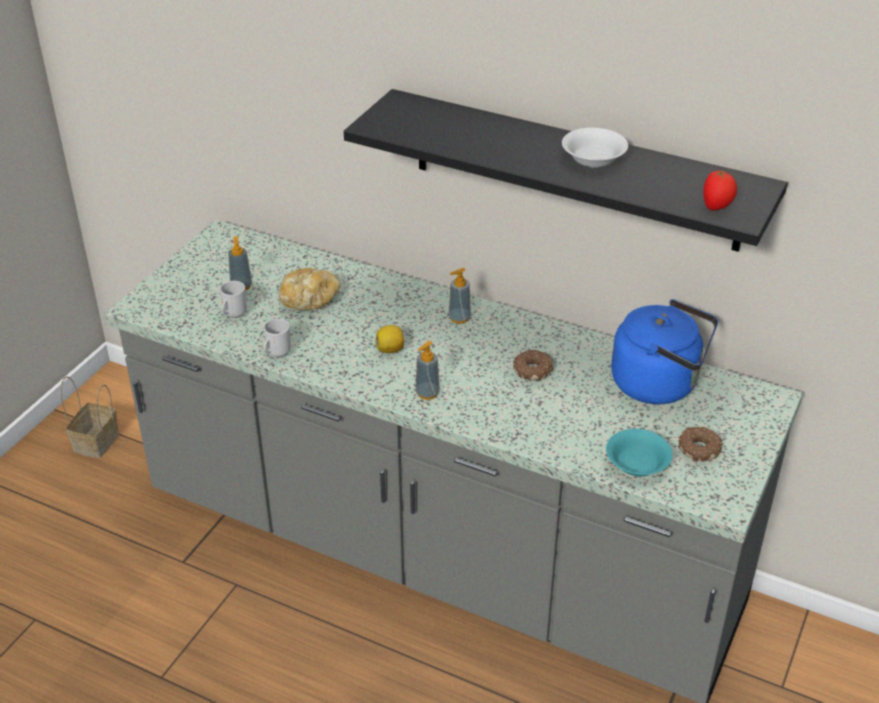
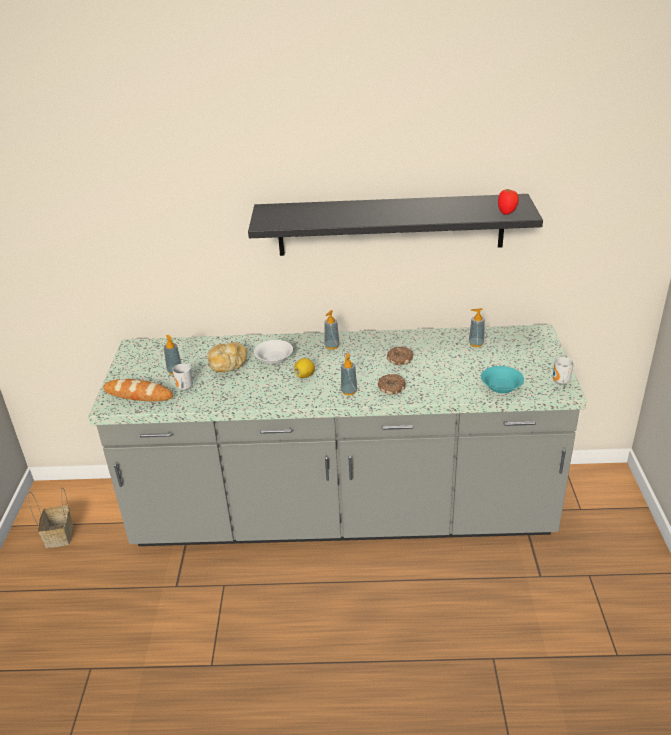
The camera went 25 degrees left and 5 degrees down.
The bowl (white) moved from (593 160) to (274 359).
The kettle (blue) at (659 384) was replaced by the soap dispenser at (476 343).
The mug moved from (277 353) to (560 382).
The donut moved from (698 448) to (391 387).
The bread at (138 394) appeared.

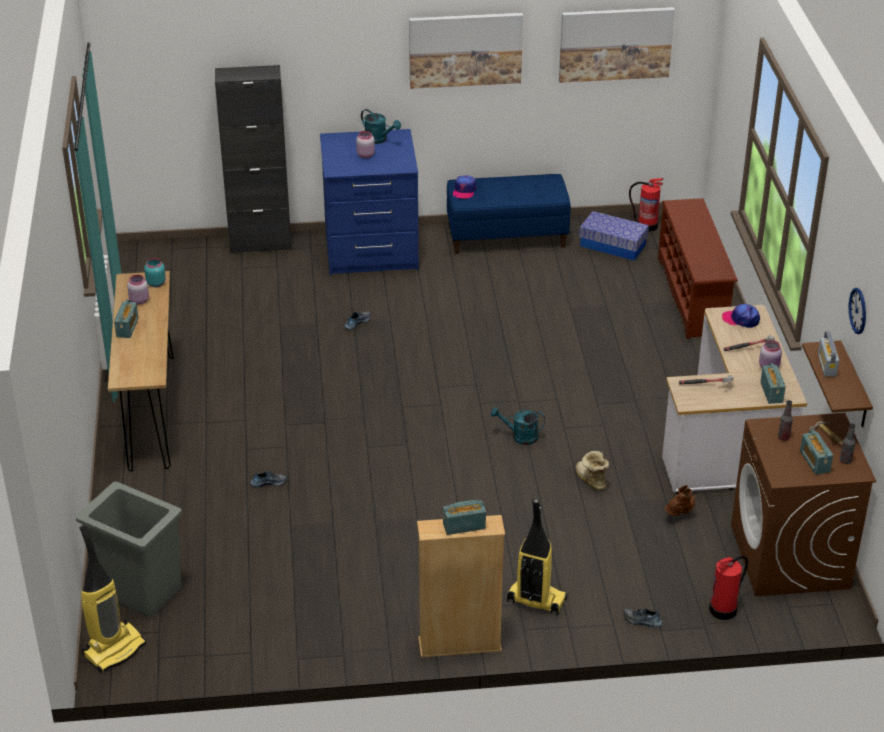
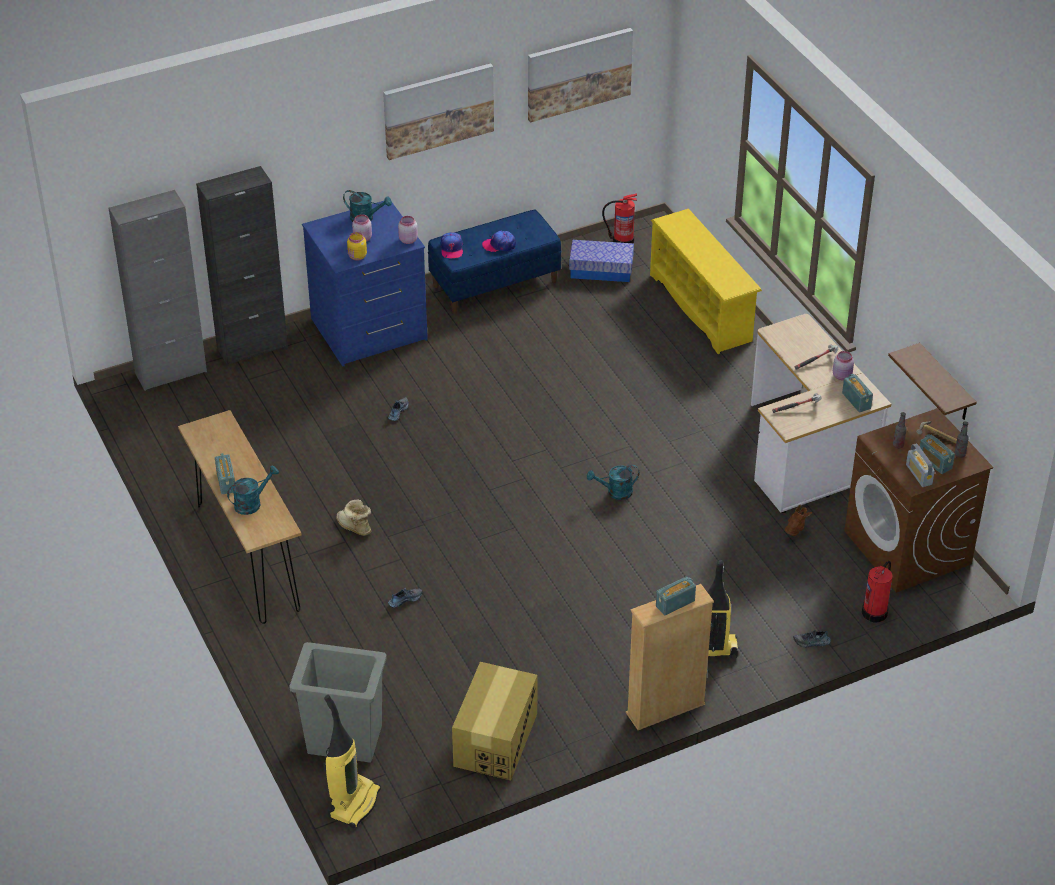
The camera went 20 degrees left and 5 degrees up.
The shoe rack (brown) at (693 296) became the shoe rack (yellow) at (702 308).
The jar (turquoise) at (156 283) disappeared.
The jar (pink) moved from (139 300) to (407 240).
The wall clock at (858 311) disappeared.
The cap moved from (741 319) to (499 245).
The radio moved from (827 365) to (919 475).
The boot moved from (590 480) to (354 528).
The cabinet (grey) at (171 372) appeared.
The jar (yellow) at (357 257) appeared.
The watering can (turquoise) at (252 503) appeared.
The cardboard box at (495 740) appeared.

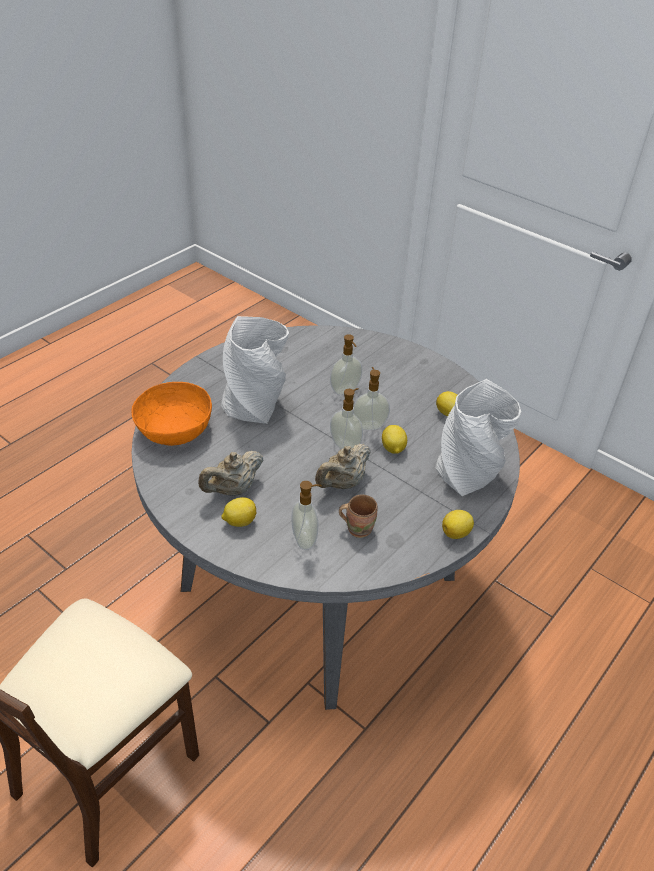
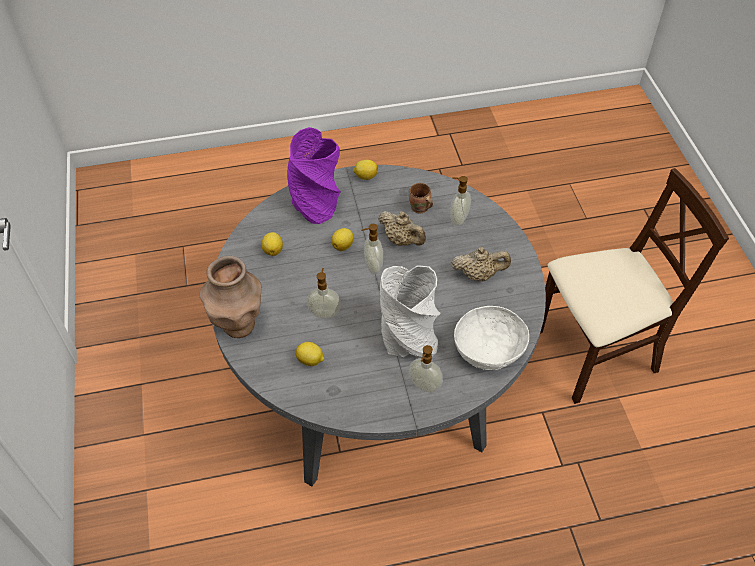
The camera went 140 degrees left and 10 degrees up.
The soap dispenser moved from (369 425) to (424 386).
The vase (grey) at (468 475) became the vase (purple) at (315 203).
The bowl (orange) at (174 430) became the bowl (white) at (488 349).
The teapot (beige) at (342 483) turned 45 degrees clockwise.
The lemon moved from (239 521) to (310 360).
The vase (brown) at (238 324) appeared.

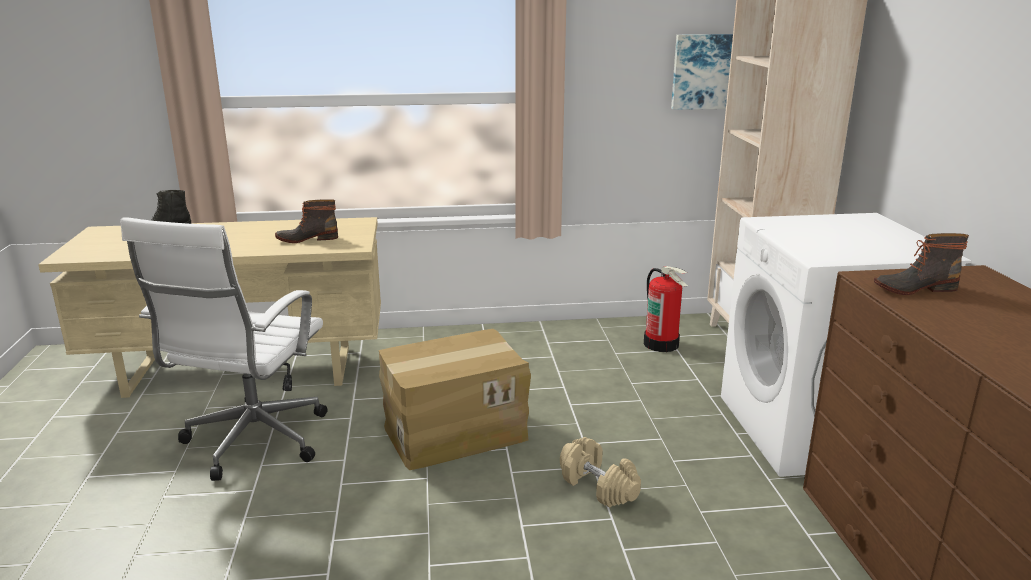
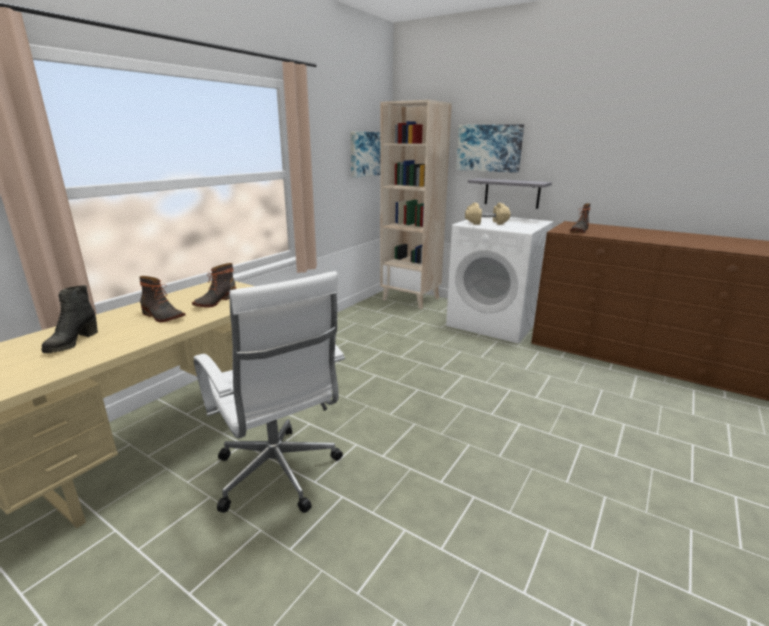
The camera went 50 degrees left and 0 degrees up.
The fire extinguisher at (662 344) disappeared.
The cardboard box at (454 432) disappeared.
The dumbbell (beige) moved from (599 486) to (486 223).
The picture at (489 148) appeared.
The shelf (grey) at (512 193) appeared.
The boot at (162 316) appeared.

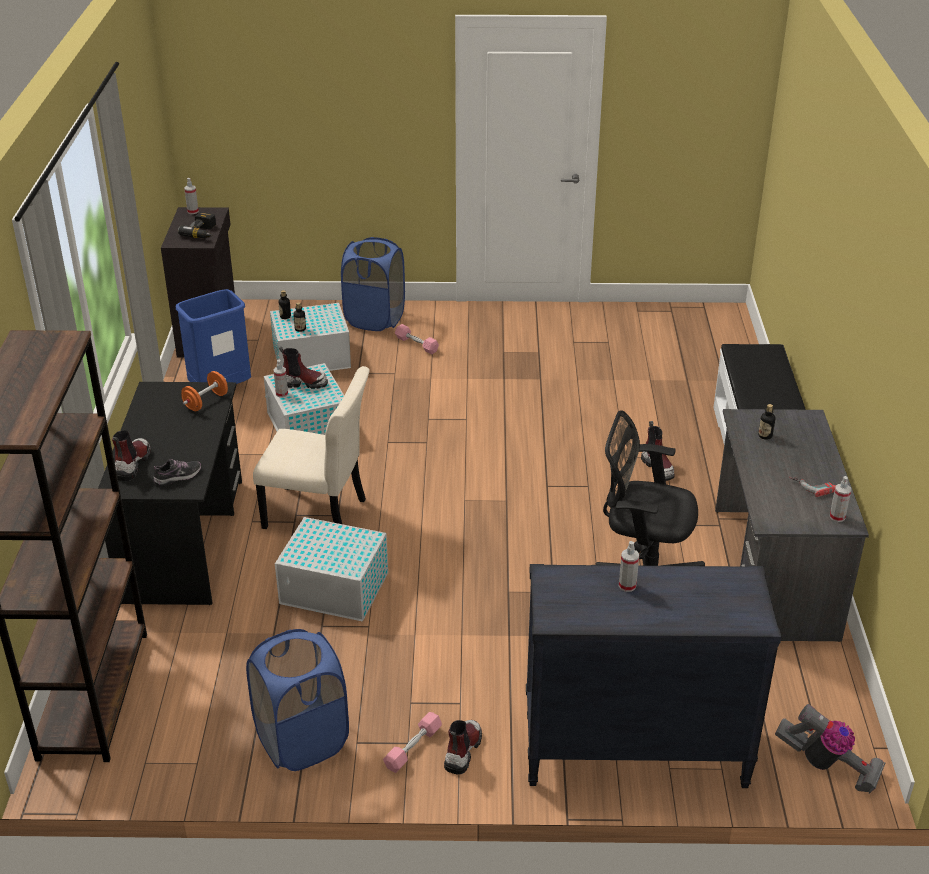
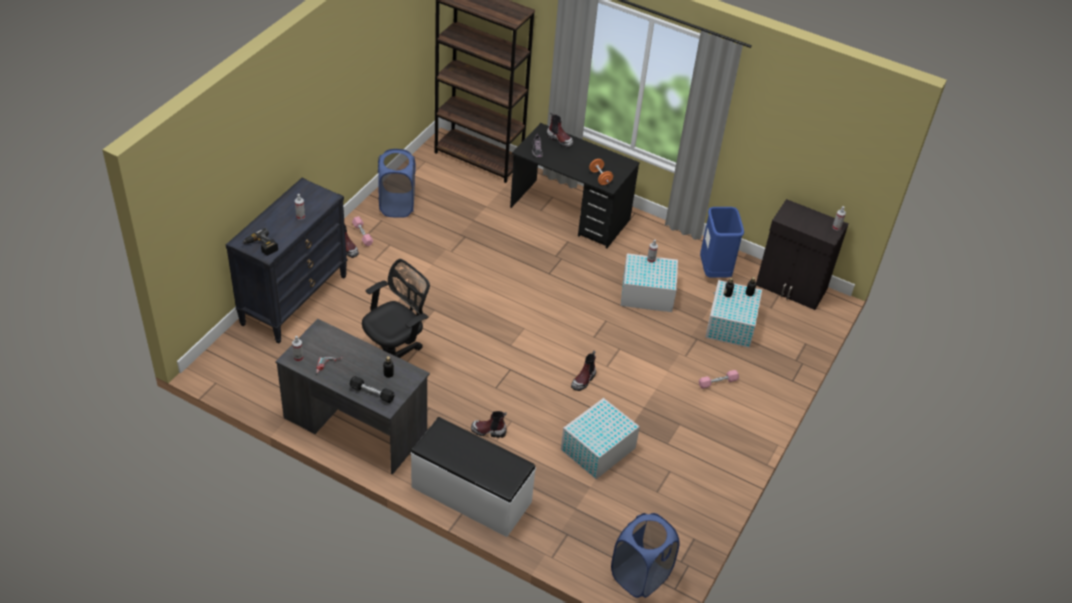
The camera went 115 degrees right and 10 degrees up.
The power drill moved from (203 232) to (260 246).
The laundry basket (blue) moved from (375 319) to (640 576).
The boot moved from (304 383) to (583 380).
The chair (beige) at (319 515) disappeared.
The storage box (white) moved from (335 589) to (597 449).
The vacuum cleaner at (827 765) disappeared.
The dumbbell (black) at (372 393) appeared.

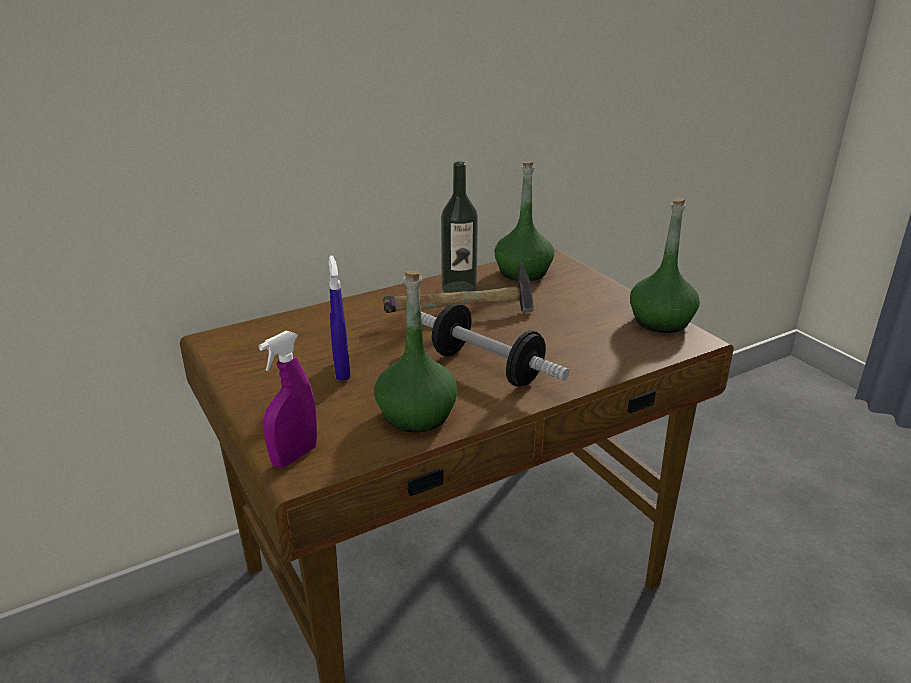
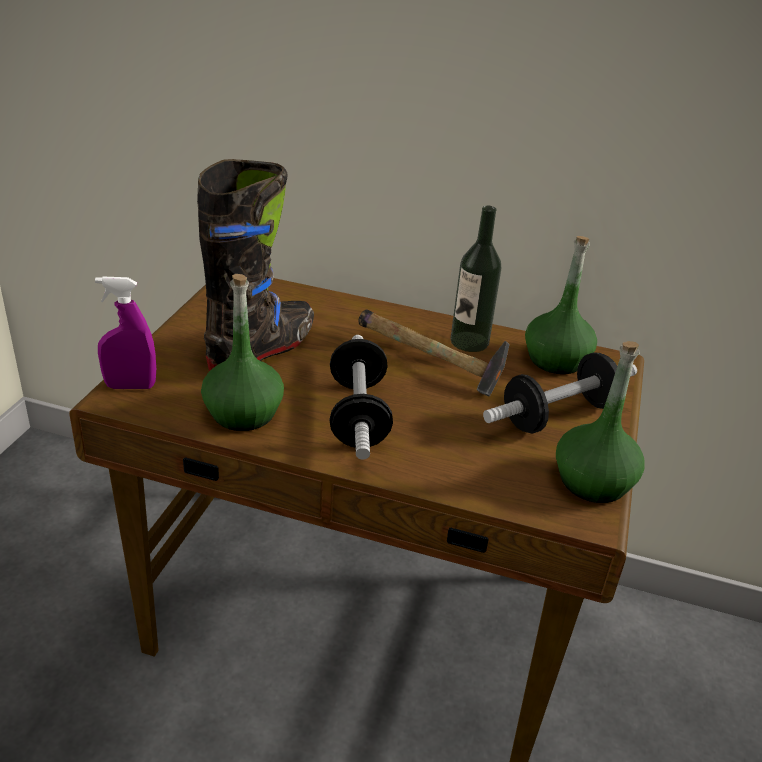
The camera went 45 degrees right and 5 degrees up.
The spray bottle (blue) at (341 370) was replaced by the boot (black) at (262 350).
The dumbbell at (558 415) appeared.

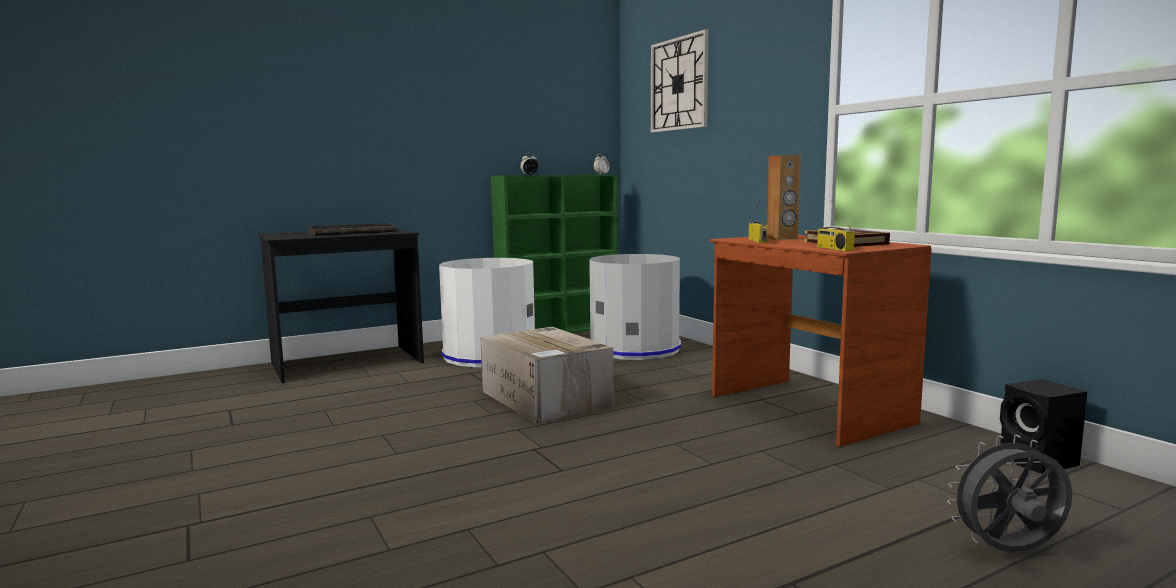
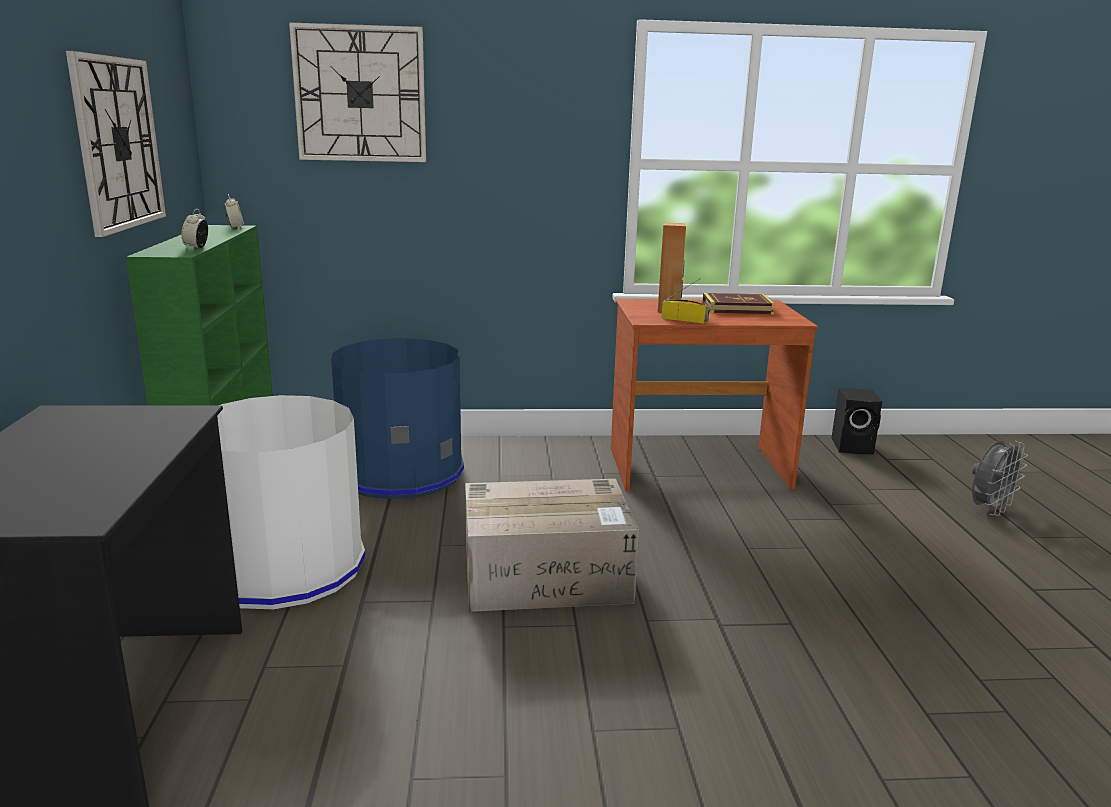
The camera went 65 degrees left and 10 degrees up.
The radio at (833 249) disappeared.
The keyboard at (353 232) disappeared.
The trash can (grey) at (635 348) became the trash can (blue) at (401 472).
The fan (grey) at (1008 552) turned 150 degrees counterclockwise.
The wall clock at (118 143) appeared.

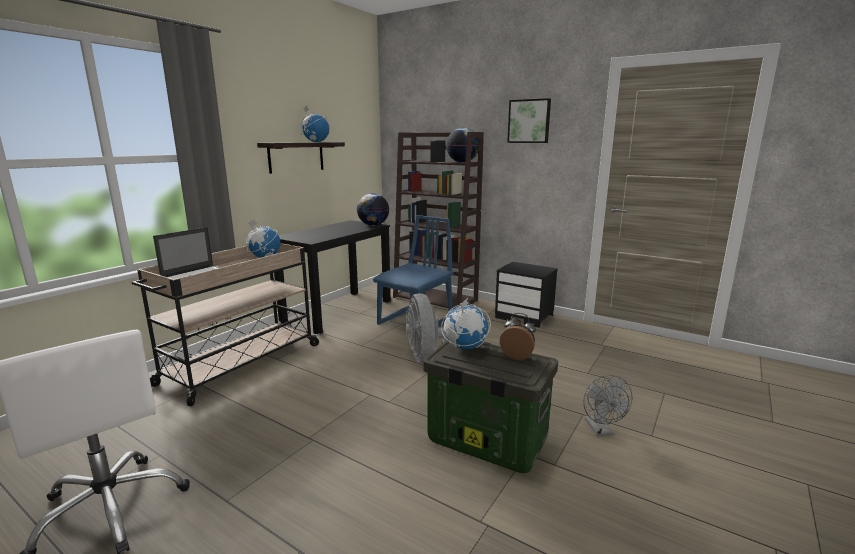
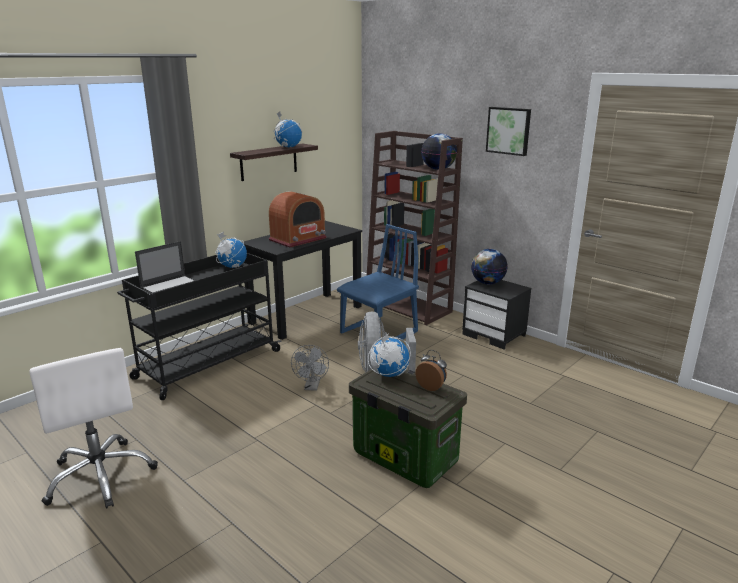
The camera went 10 degrees right and 5 degrees up.
The globe moved from (373 225) to (487 283).
The cart (beige) at (240 364) became the cart (black) at (207 365).
The fan (grey) moved from (601 430) to (312 387).
The radio at (298 239) appeared.

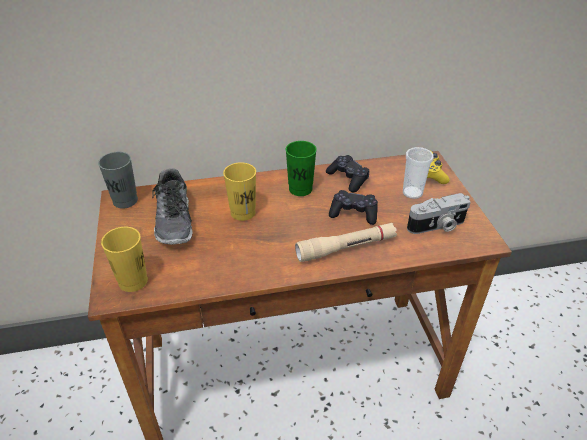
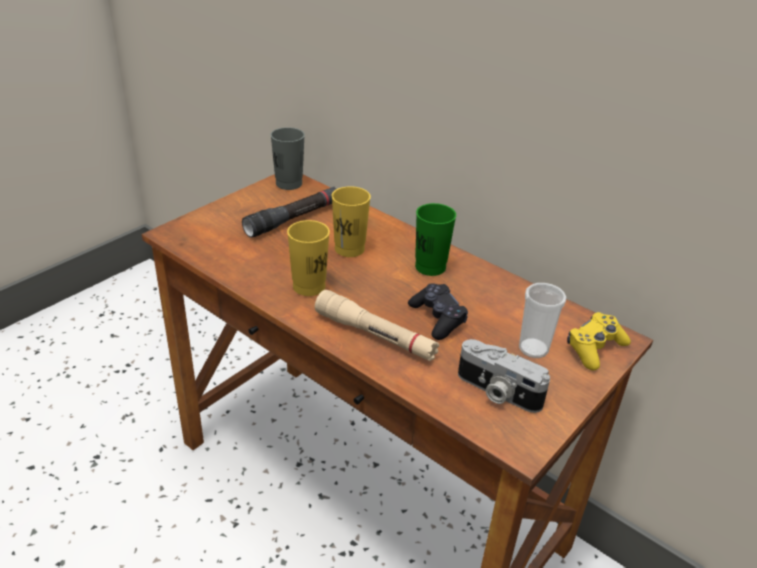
The camera went 50 degrees right and 5 degrees down.
The game controller (black) at (348 178) disappeared.
The shoe at (175 220) was replaced by the flashlight (black) at (294 219).
The cup (yellow) moved from (133 281) to (309 287).

